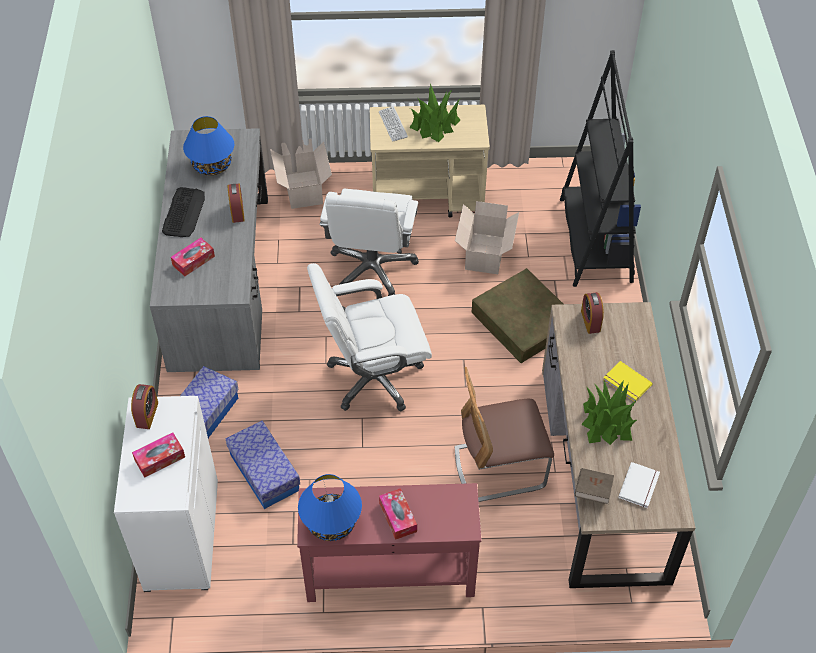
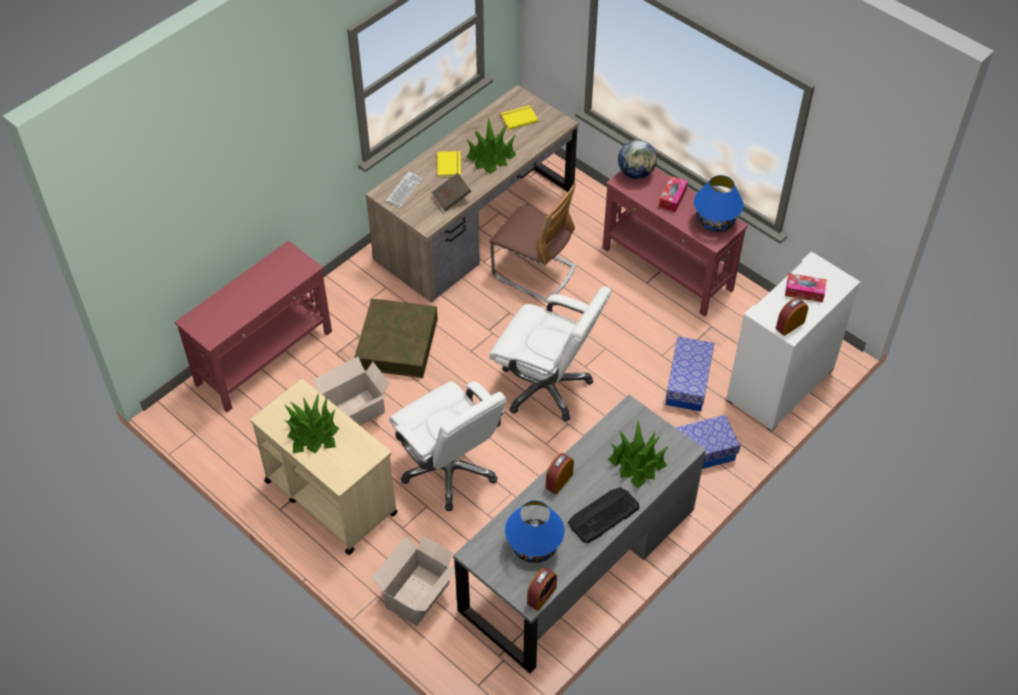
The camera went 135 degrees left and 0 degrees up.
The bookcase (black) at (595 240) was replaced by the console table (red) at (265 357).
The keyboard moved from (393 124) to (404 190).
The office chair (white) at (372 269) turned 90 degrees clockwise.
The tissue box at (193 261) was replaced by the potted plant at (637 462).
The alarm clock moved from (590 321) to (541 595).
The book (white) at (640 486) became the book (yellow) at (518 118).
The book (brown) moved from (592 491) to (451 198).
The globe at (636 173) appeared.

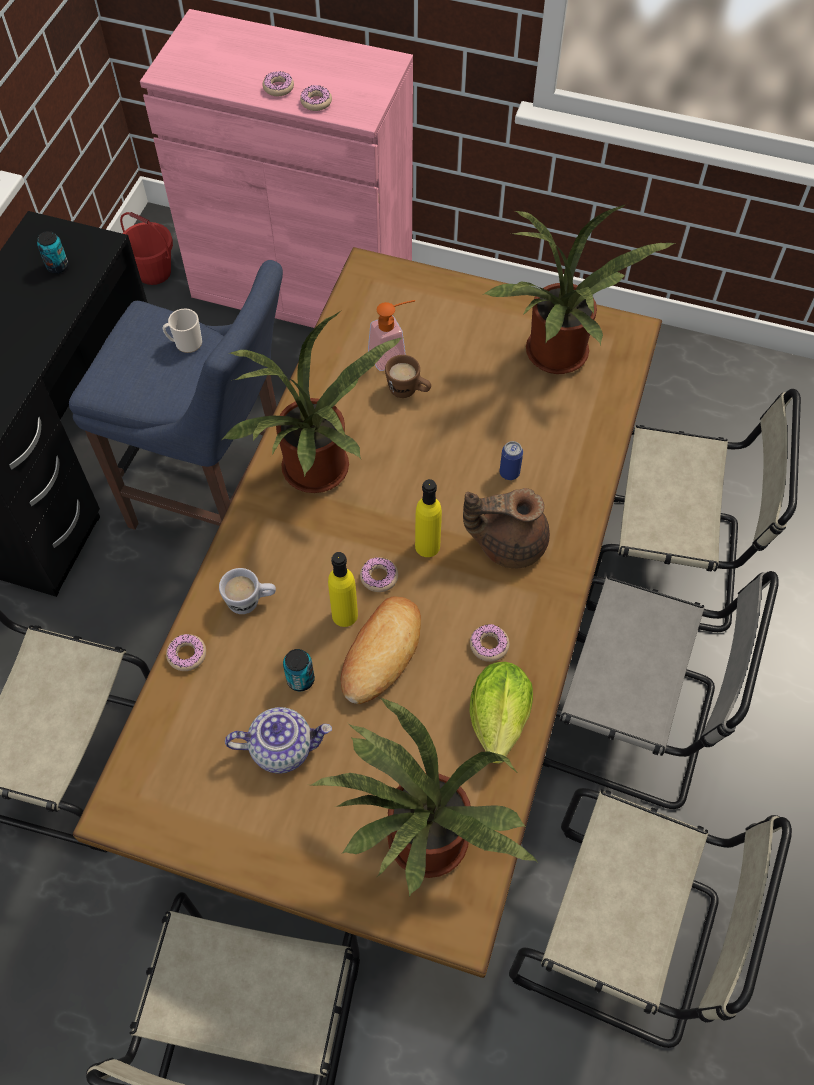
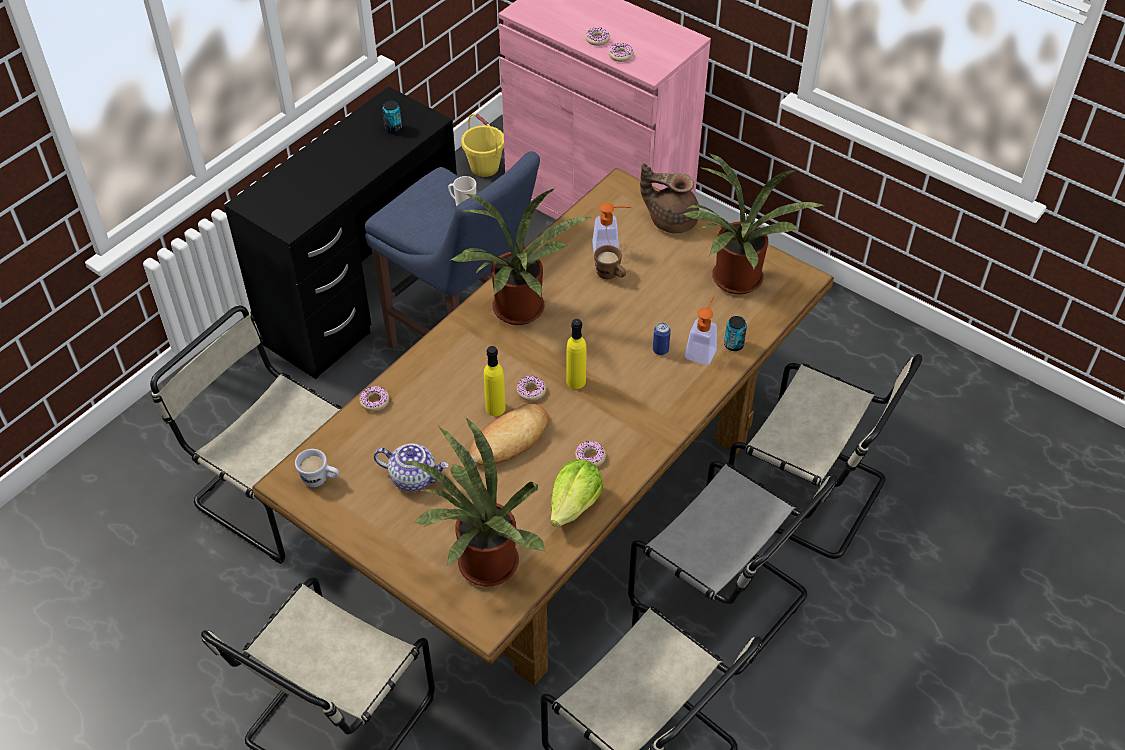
The camera went 20 degrees right and 10 degrees down.
The bucket (red) at (153 272) became the bucket (yellow) at (484 167).
The teapot (brown) moved from (508 543) to (671 220).
The mug (white) moved from (251 602) to (320 480).
The can moved from (300 679) to (733 345).
The soap dispenser at (702 350) appeared.

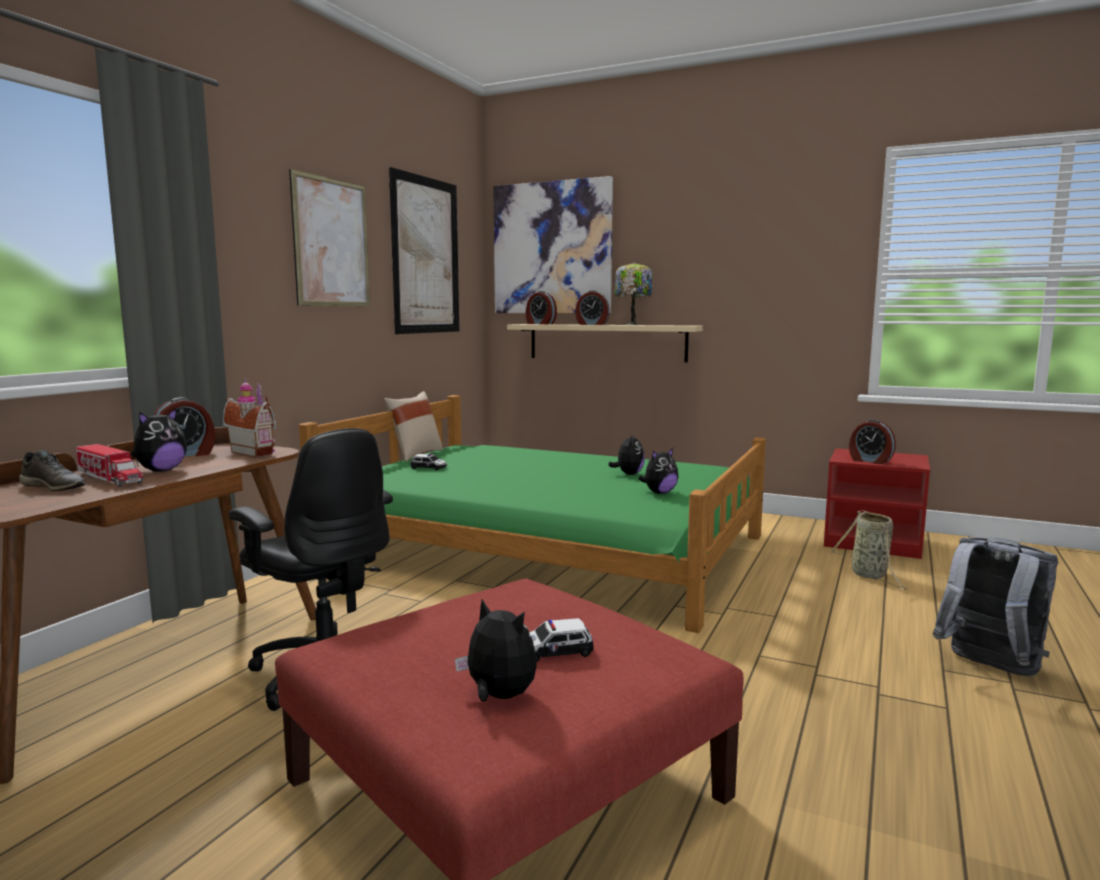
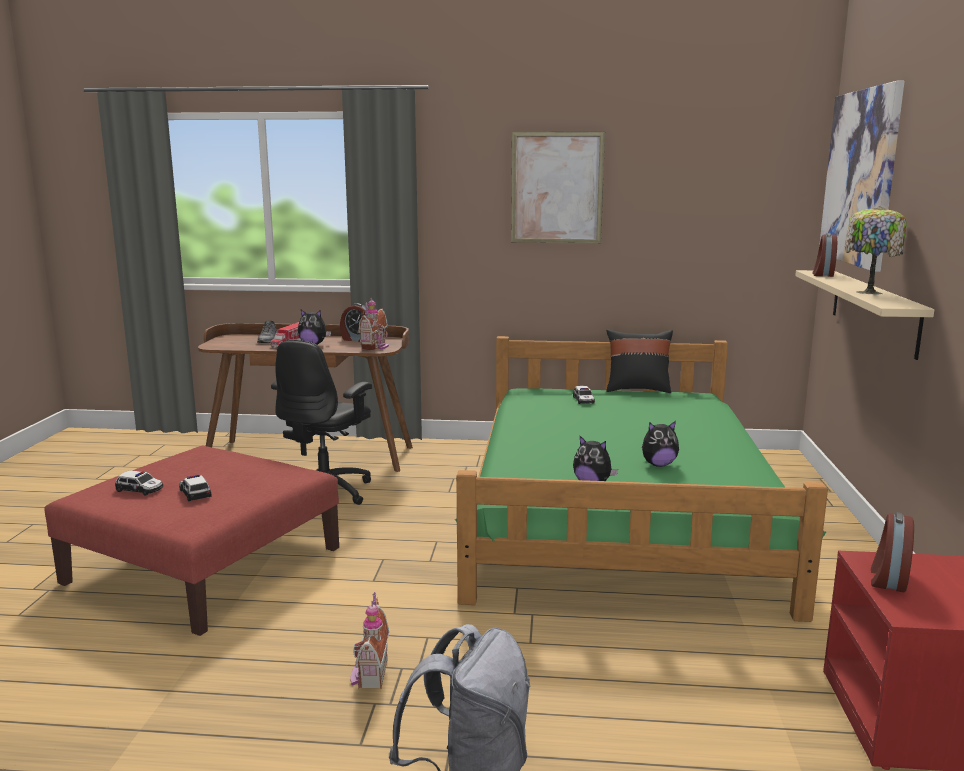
The camera went 70 degrees right and 5 degrees up.
The picture at (426 256) disappeared.
The alarm clock at (592 324) disappeared.
The pillow (beige) at (415 454) became the pillow (black) at (637 389).
The basket at (870 576) disappeared.
The plush toy at (498 697) was replaced by the toy car at (140 489).
The toy house at (369 675) appeared.

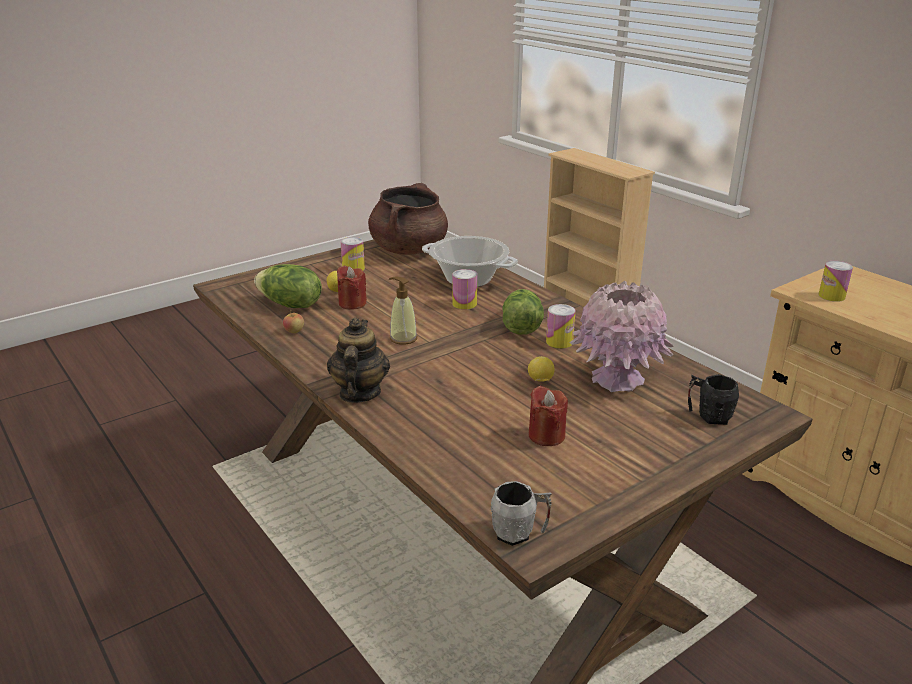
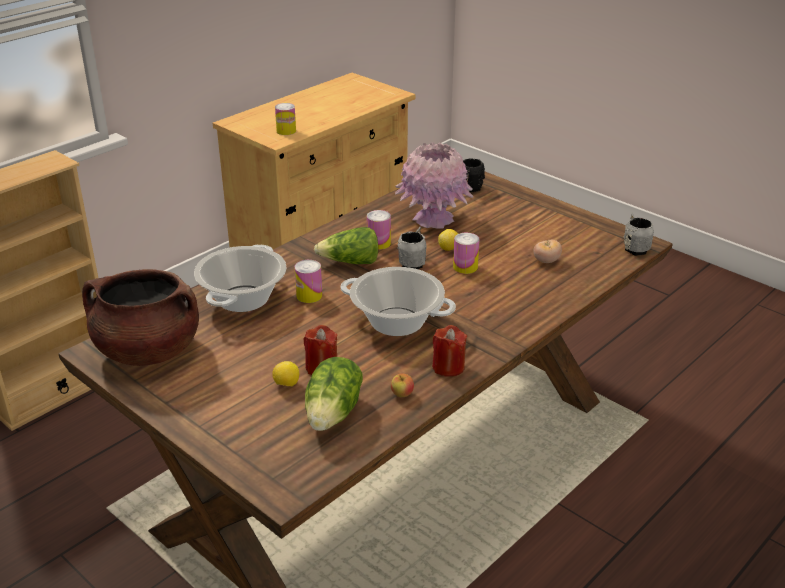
The camera went 100 degrees left and 5 degrees up.
The can moved from (353 268) to (465 267).
The soap dispenser at (403 338) was replaced by the cooking pot at (397 322).
The teapot at (359 393) disappeared.
The candle (red) moved from (546 435) to (448 367).
The mug (grey) at (413 262) appeared.
The tomato at (546 261) appeared.

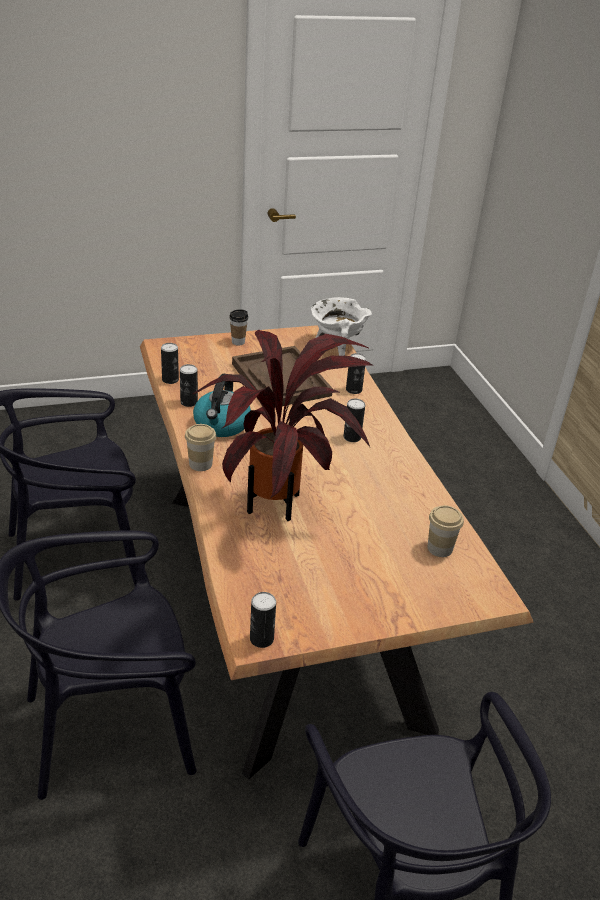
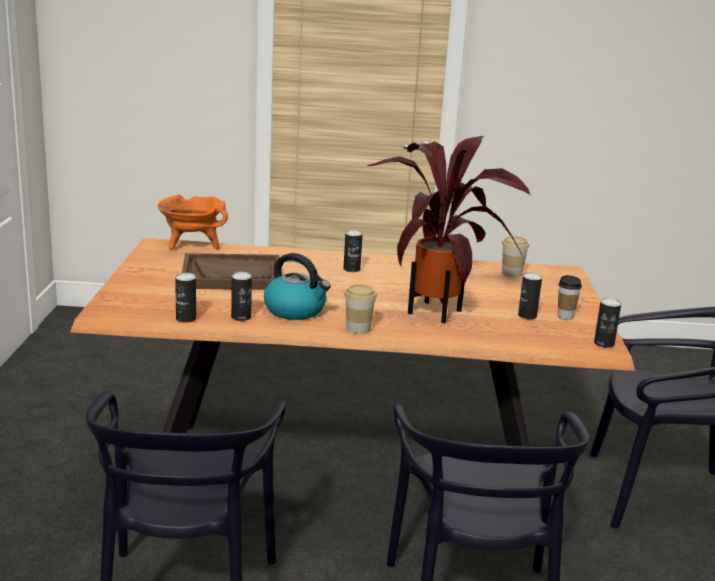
The camera went 70 degrees left and 15 degrees down.
The cooking pot (white) at (337 347) became the cooking pot (orange) at (192 245).
The cup moved from (238 342) to (565 316).
The can moved from (354 390) to (527 316).

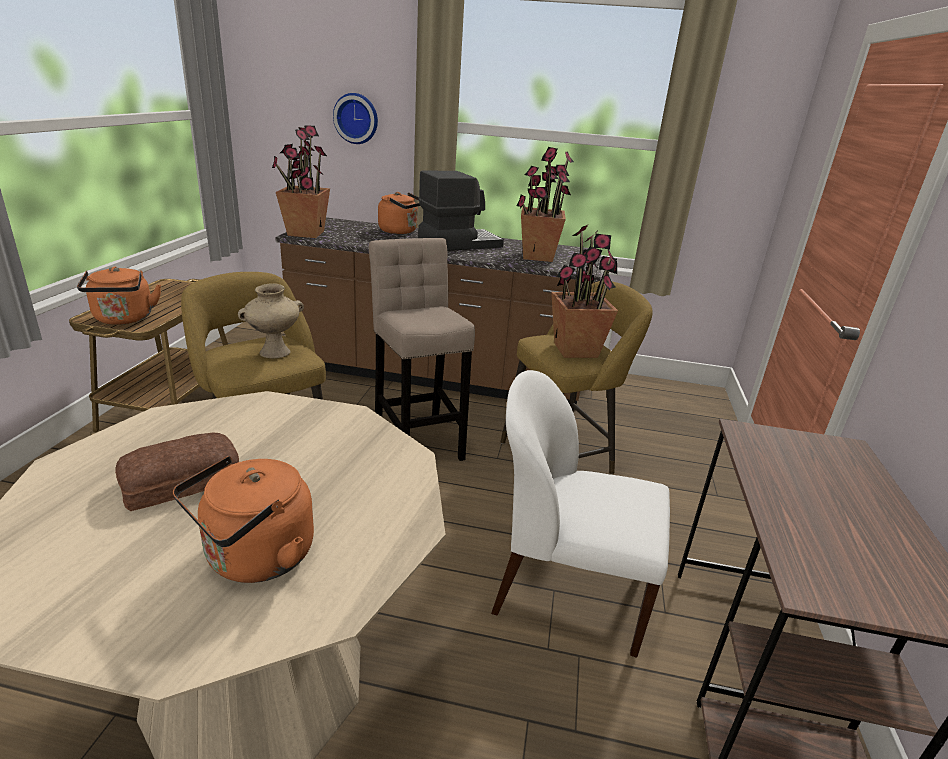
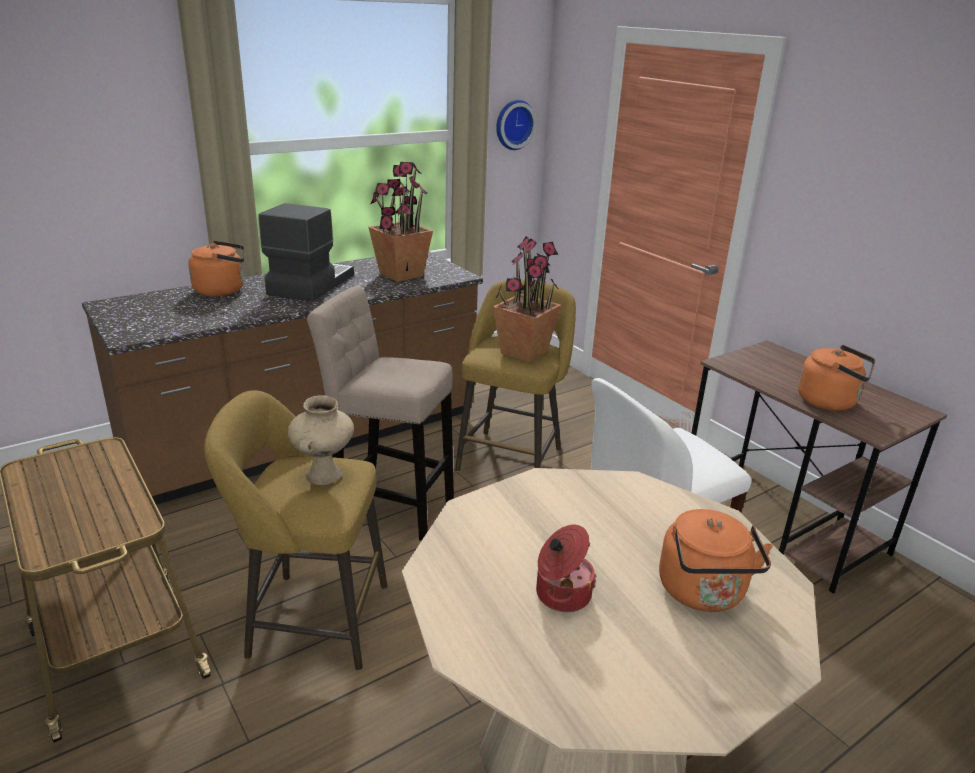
The camera went 45 degrees left and 0 degrees up.
The wall clock moved from (356 118) to (513 124).
The potted plant at (305 233) disappeared.
The kettle (orange) moved from (124 319) to (830 402).
The bread at (180 480) was replaced by the cooking pot at (561 594).

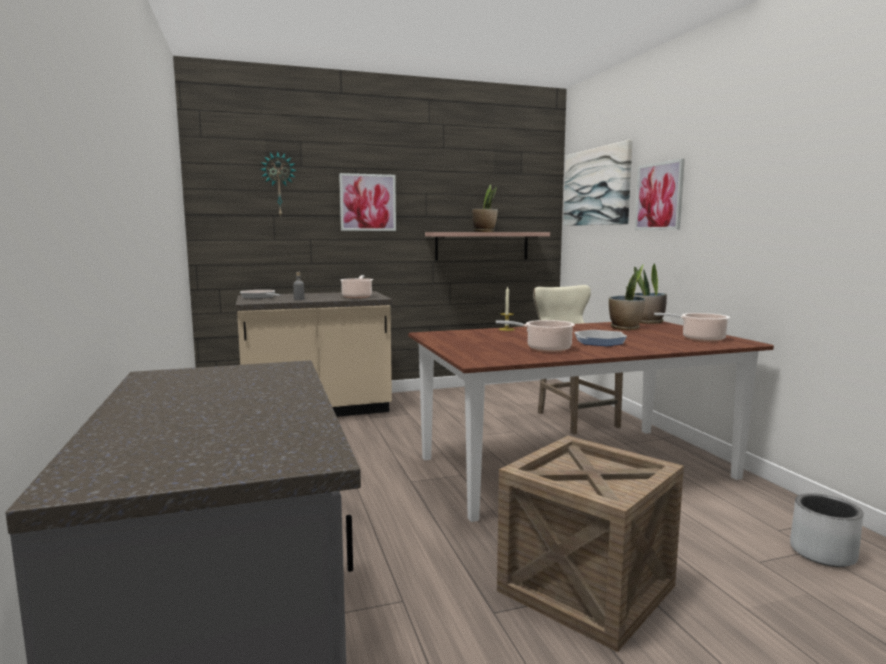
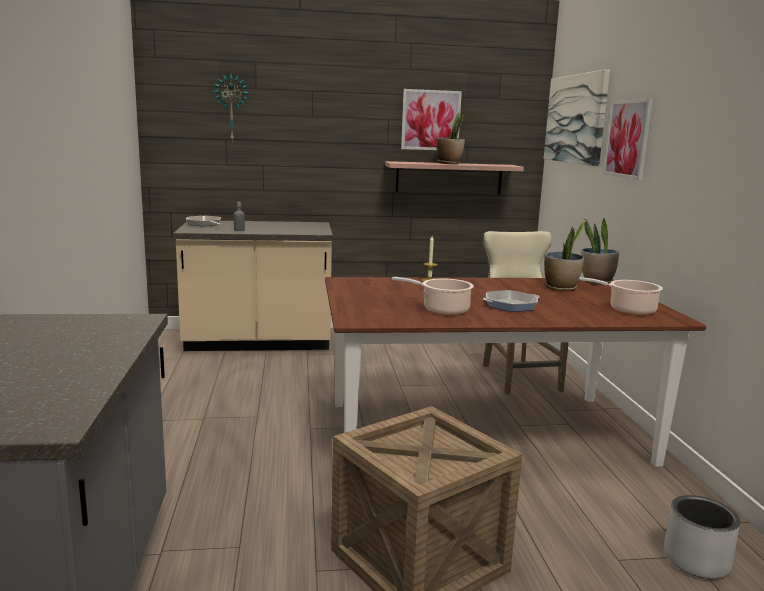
The camera went 10 degrees right and 5 degrees up.
The picture moved from (367 202) to (430 120).
The cooking pot at (357 297) disappeared.

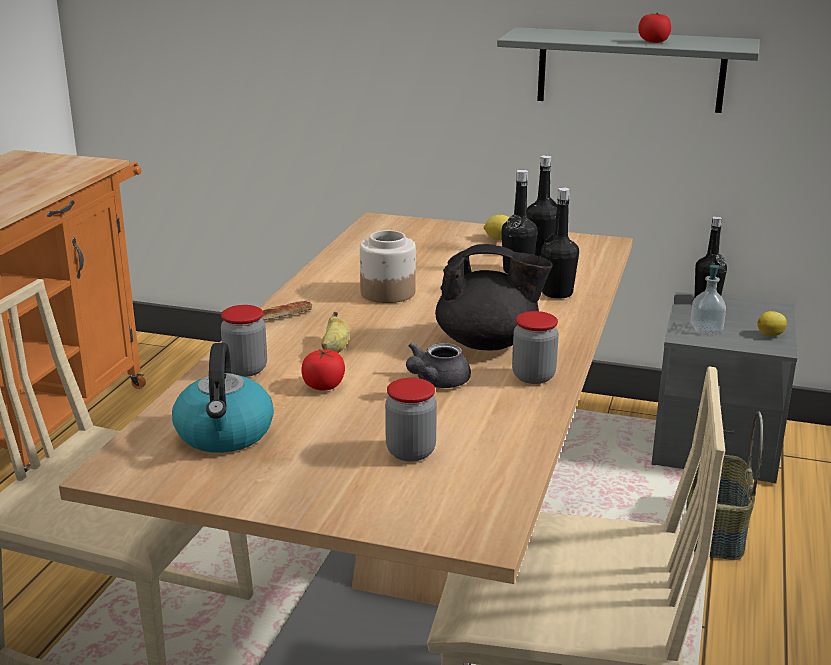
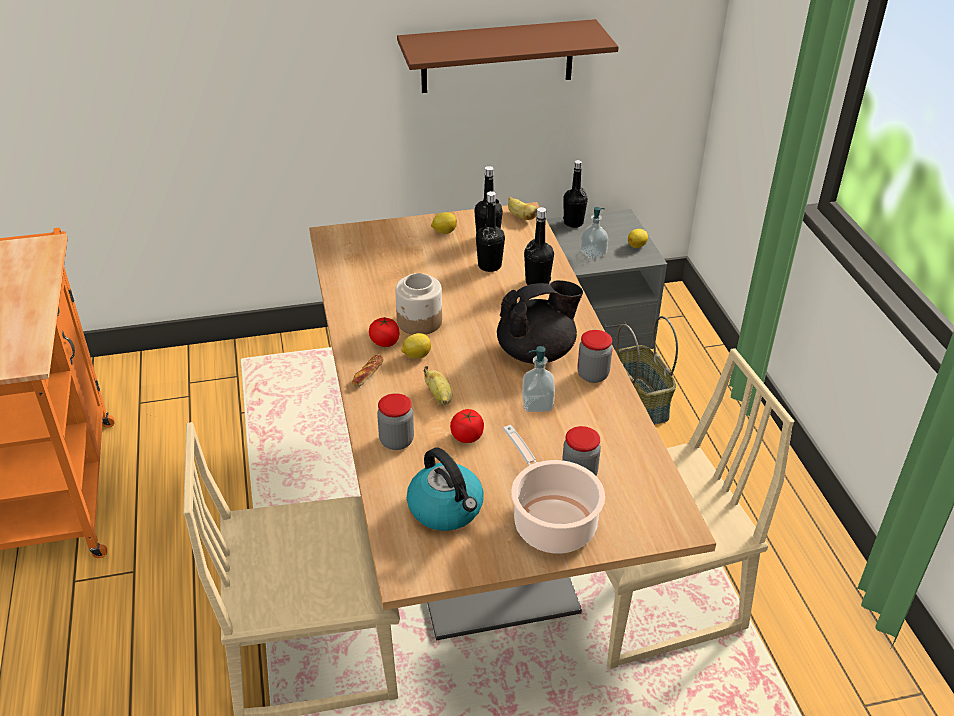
The camera went 30 degrees left and 15 degrees up.
The tomato moved from (653 42) to (385 342).
The shelf (grey) at (630 70) became the shelf (brown) at (497 56).
The teapot (grey) at (436 382) was replaced by the soap dispenser at (537 404).
The banana at (521 216) appeared.
The lemon at (416 355) appeared.
The cooking pot at (551 522) appeared.

